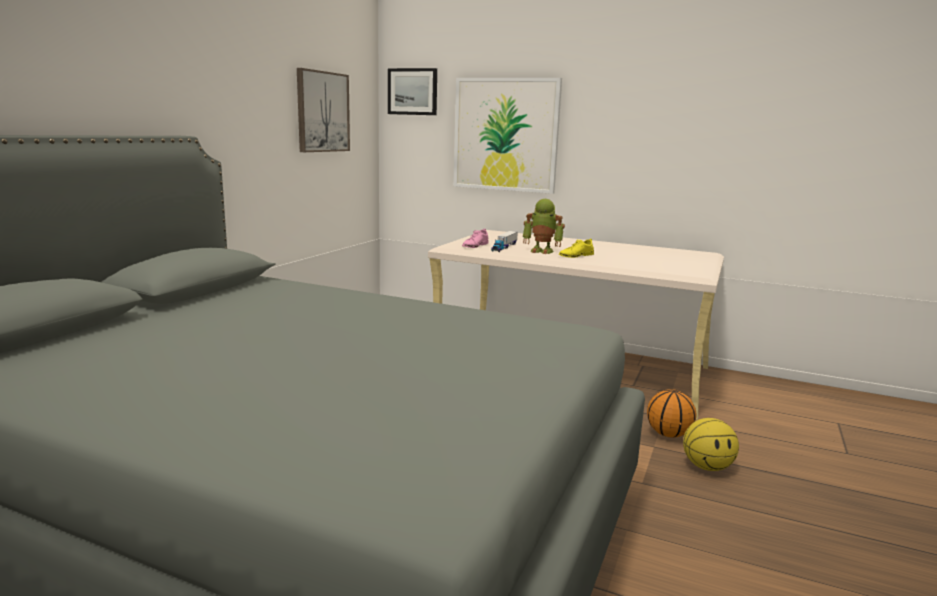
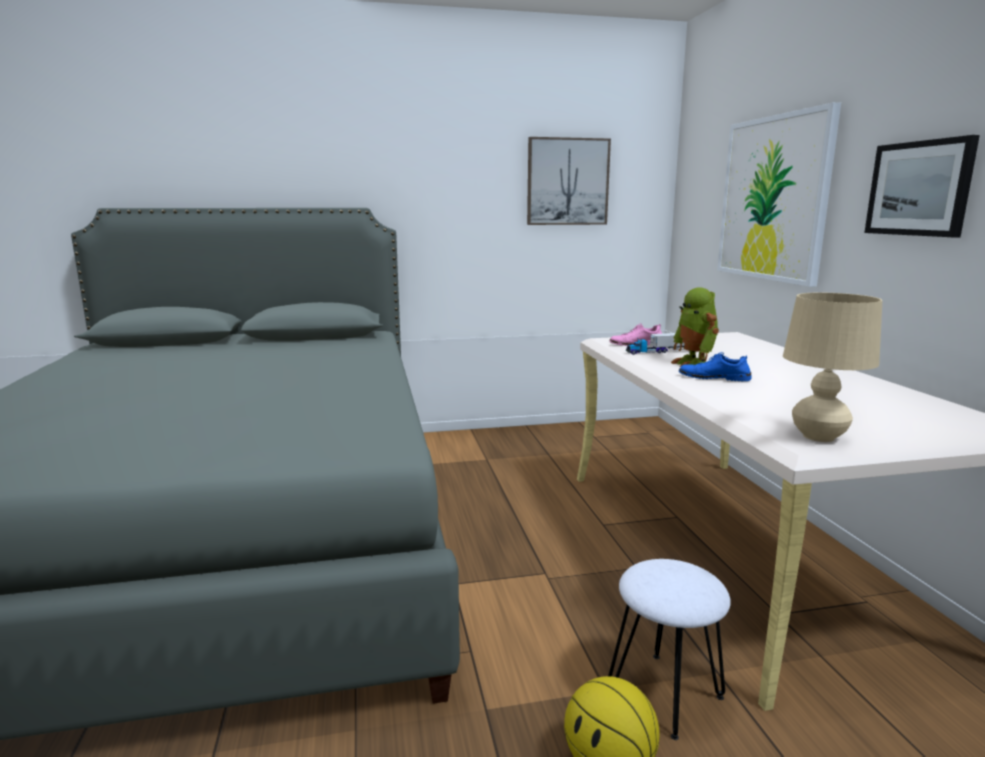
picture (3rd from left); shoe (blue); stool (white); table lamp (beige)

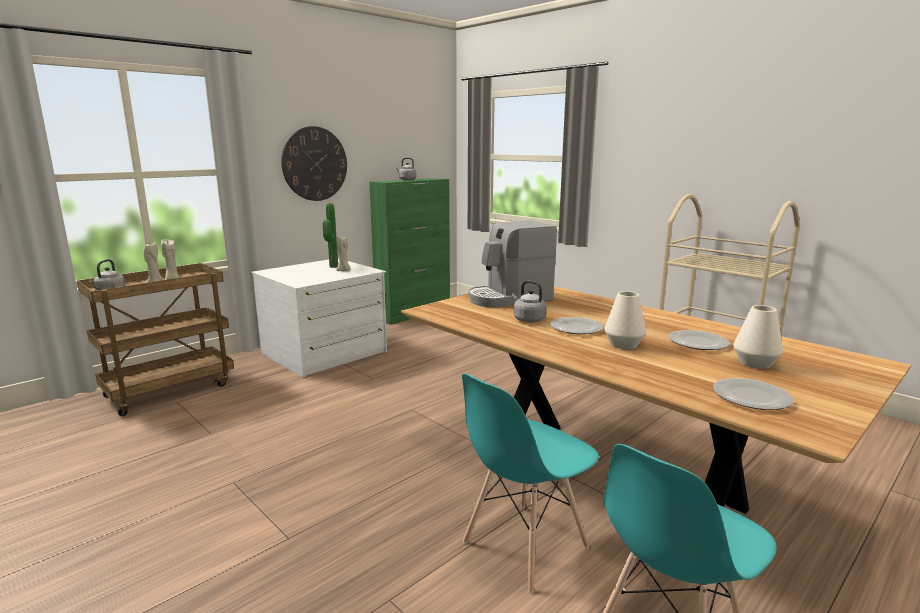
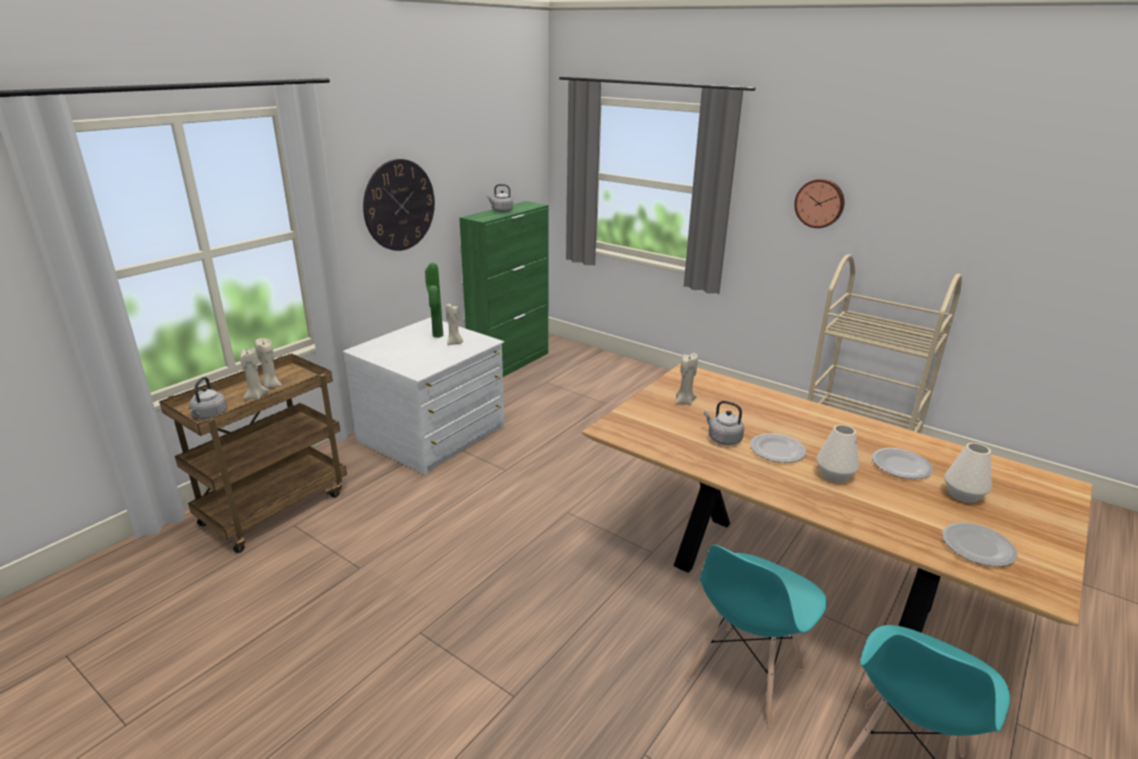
candle (beige) (4th from left); wall clock (2nd from left)

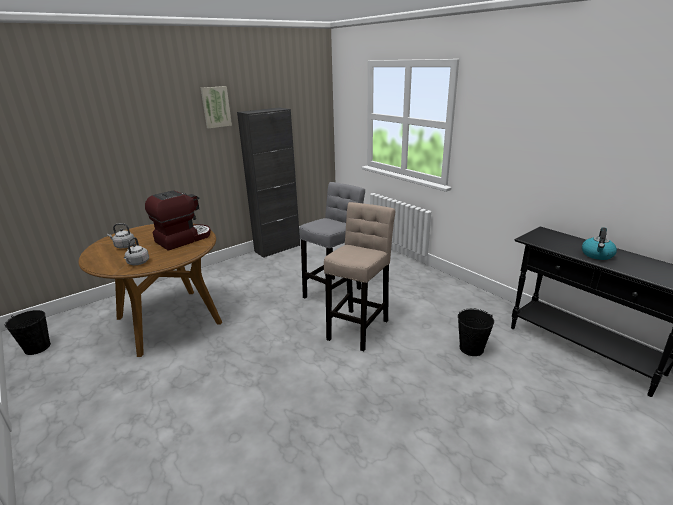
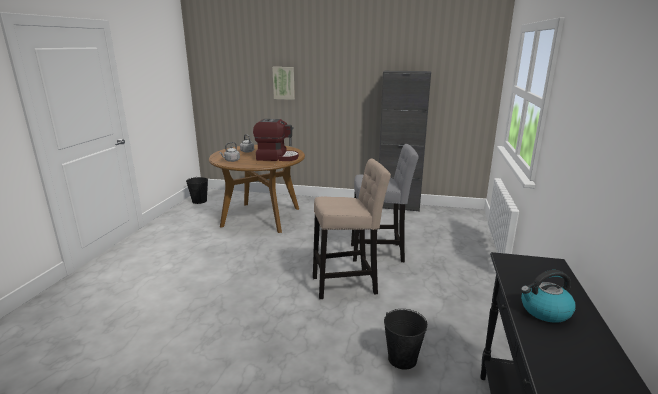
picture

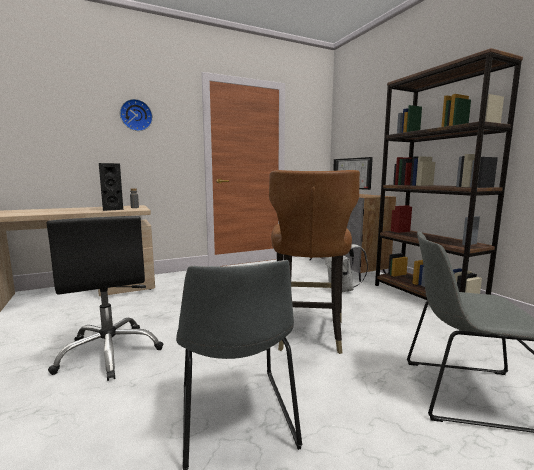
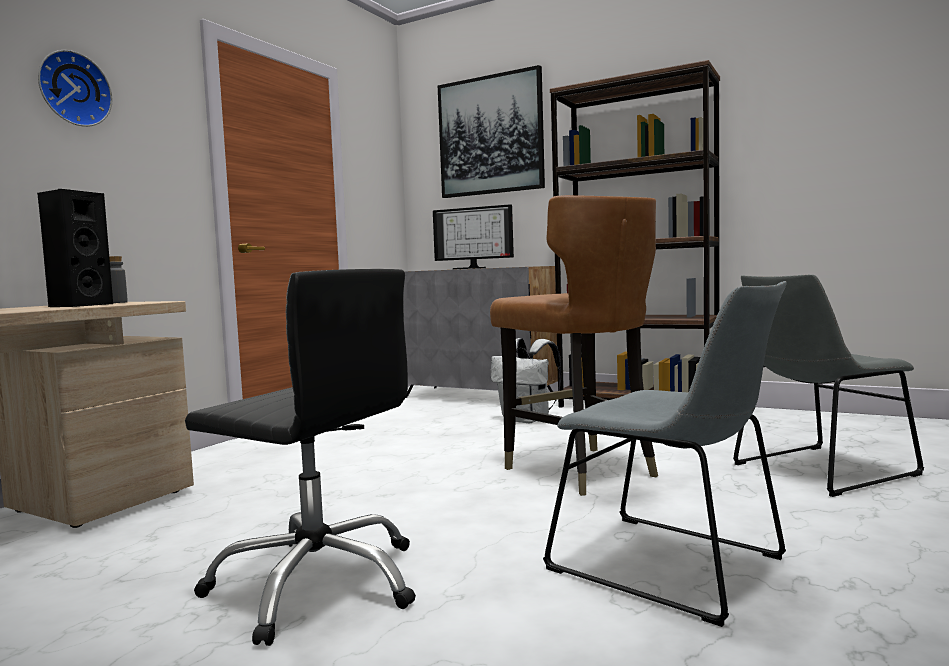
picture

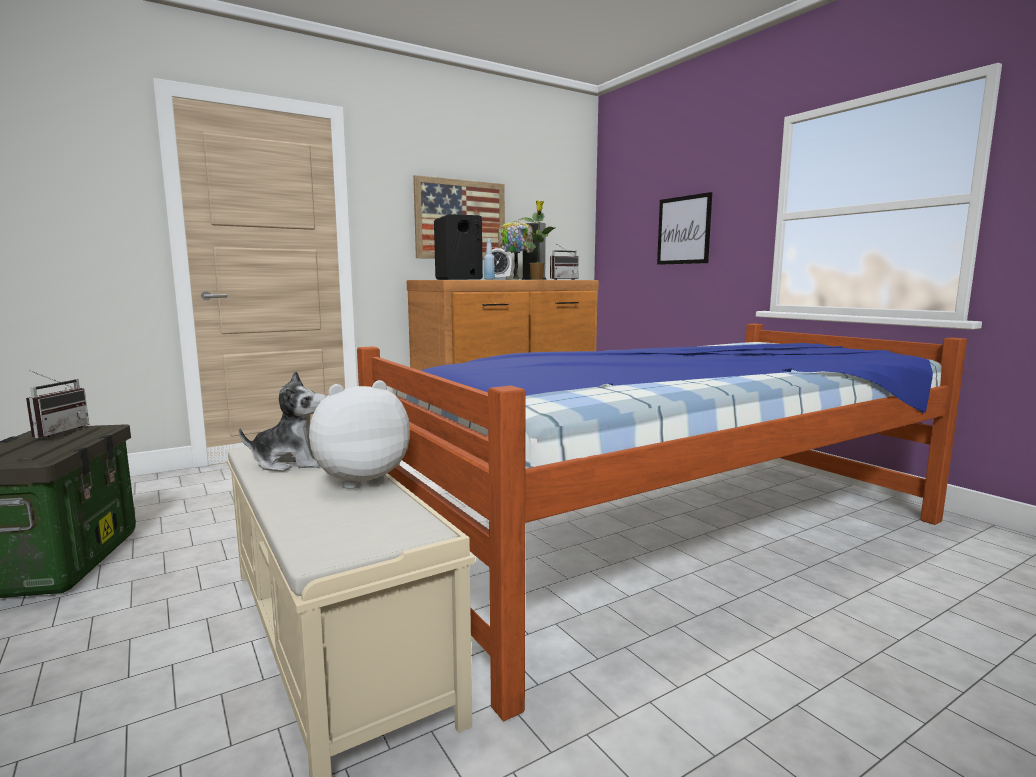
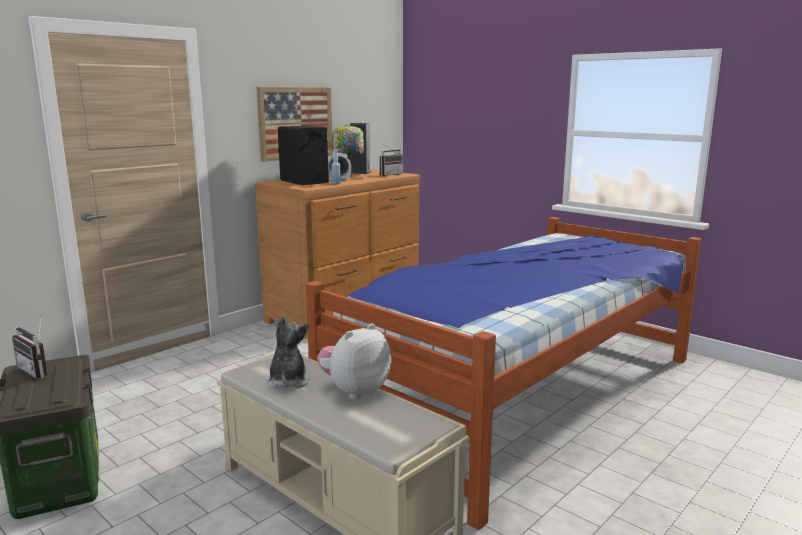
radio (1st from left); plush toy (1st from left); potted plant; picture (2nd from left in the first image)

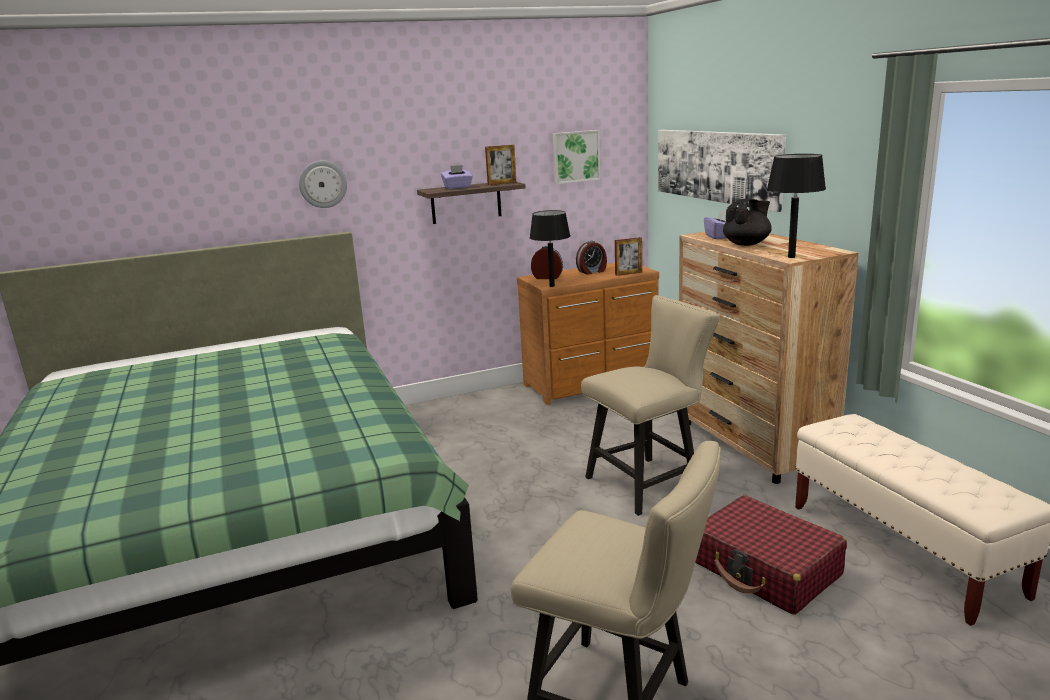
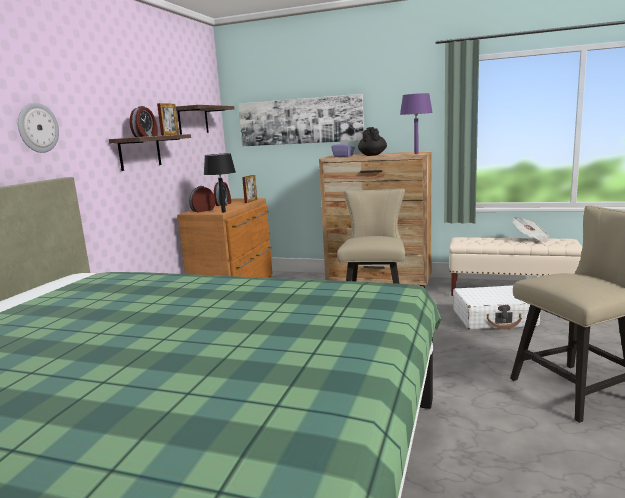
alarm clock (1st from left); shelf (2nd from left); suitcase (white); table lamp (purple); newspaper

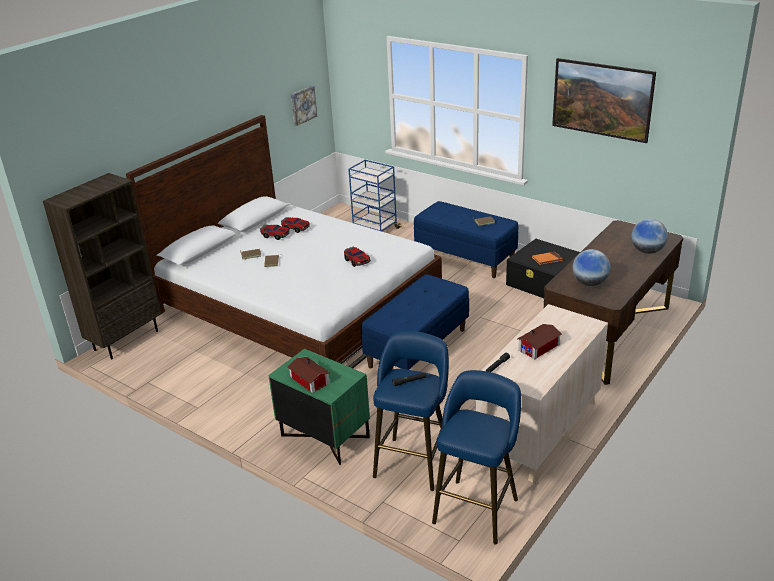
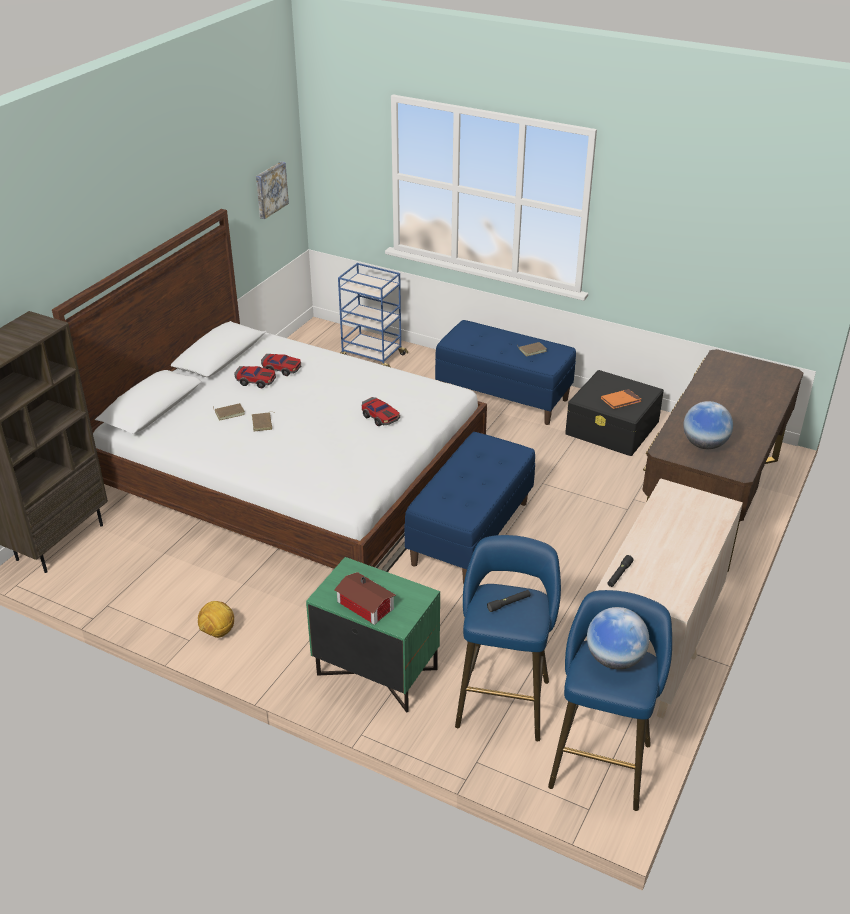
toy house (2nd from left in the first image); picture (2nd from left in the first image); globe (1st from left); football

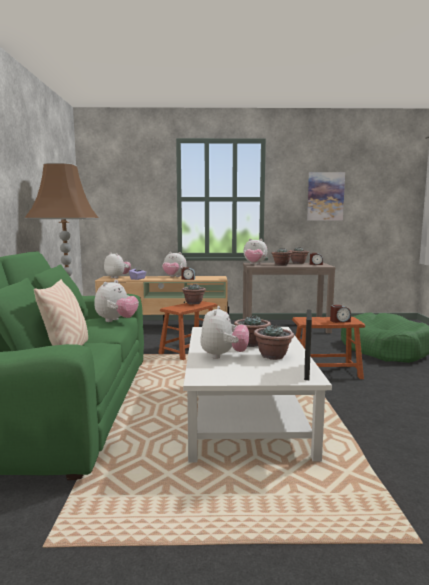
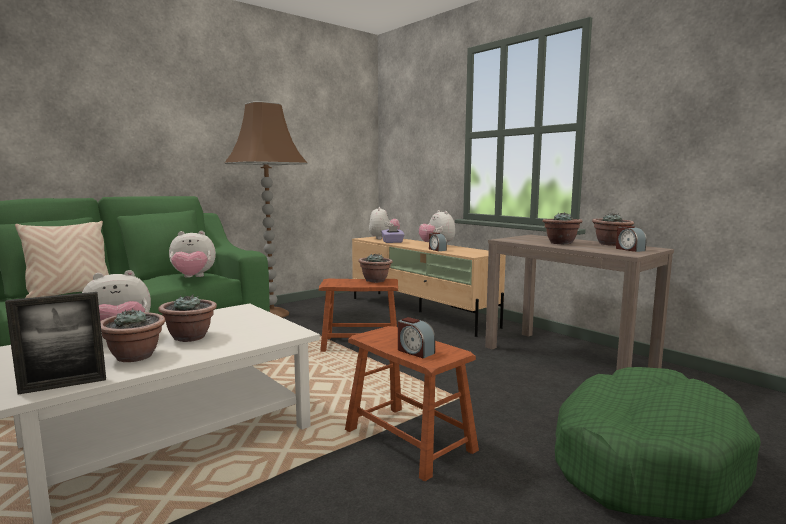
plush toy (5th from left in the first image); picture

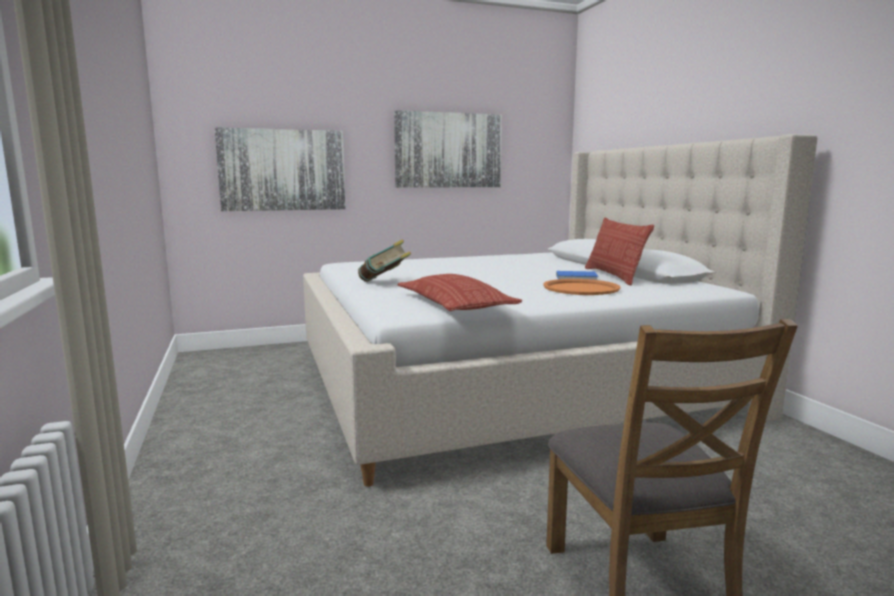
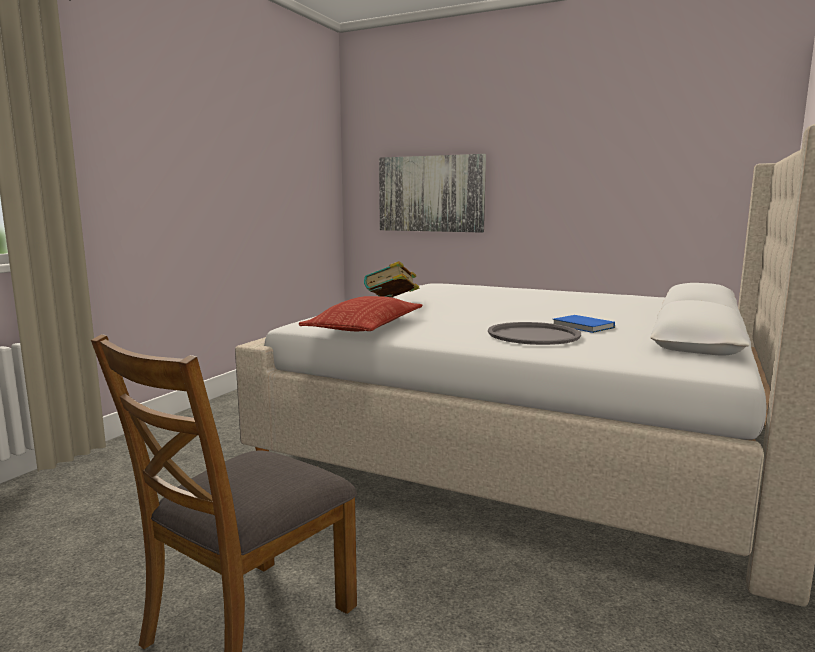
picture (2nd from left in the first image); tray (grey); pillow (2nd from left in the first image)

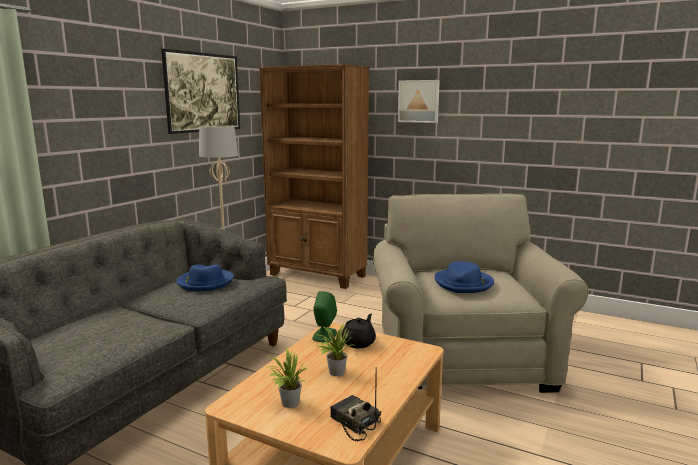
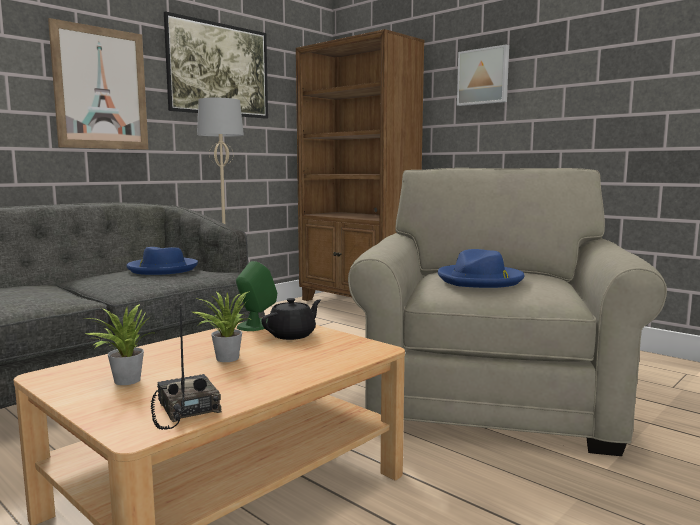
picture (1st from left)

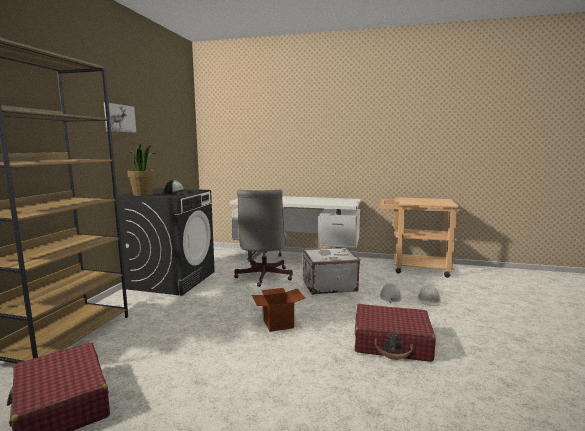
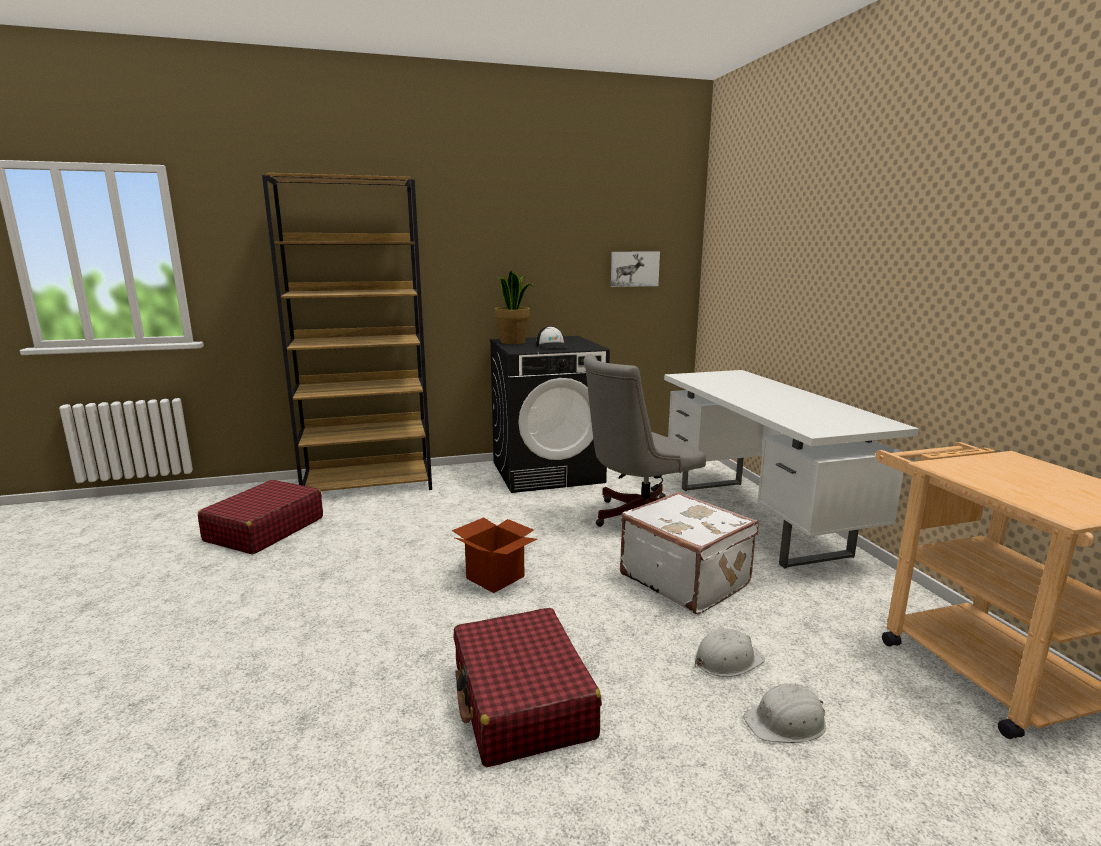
picture

